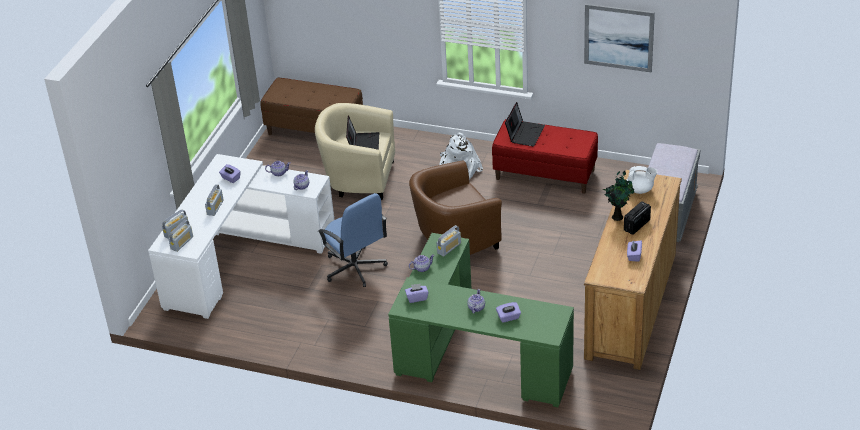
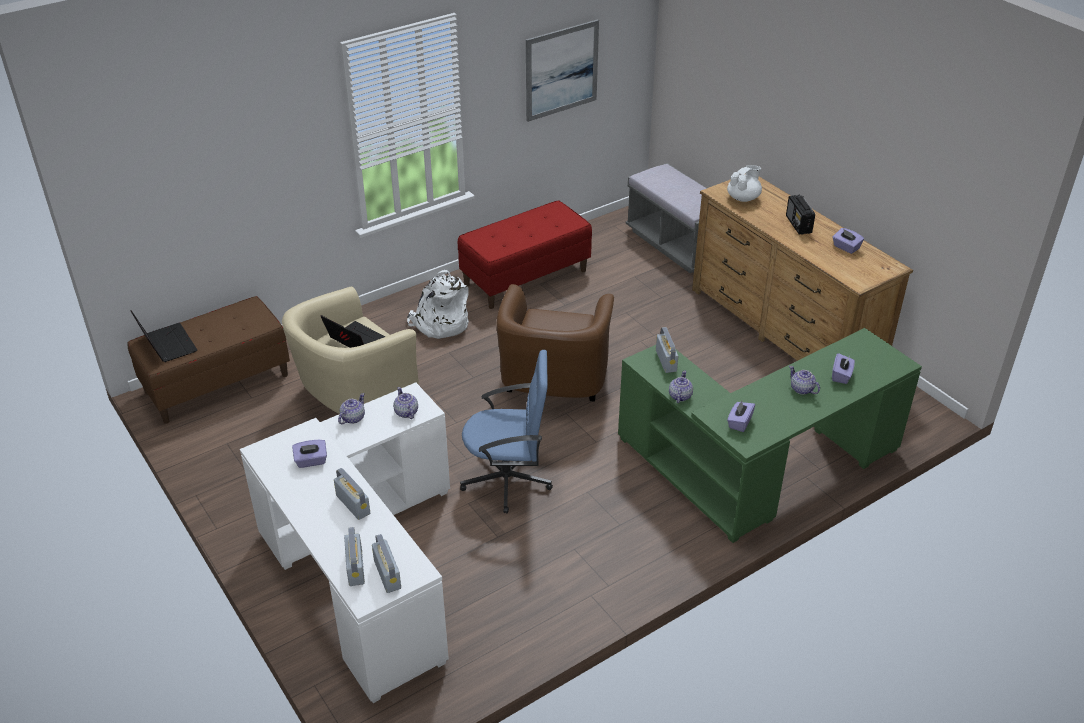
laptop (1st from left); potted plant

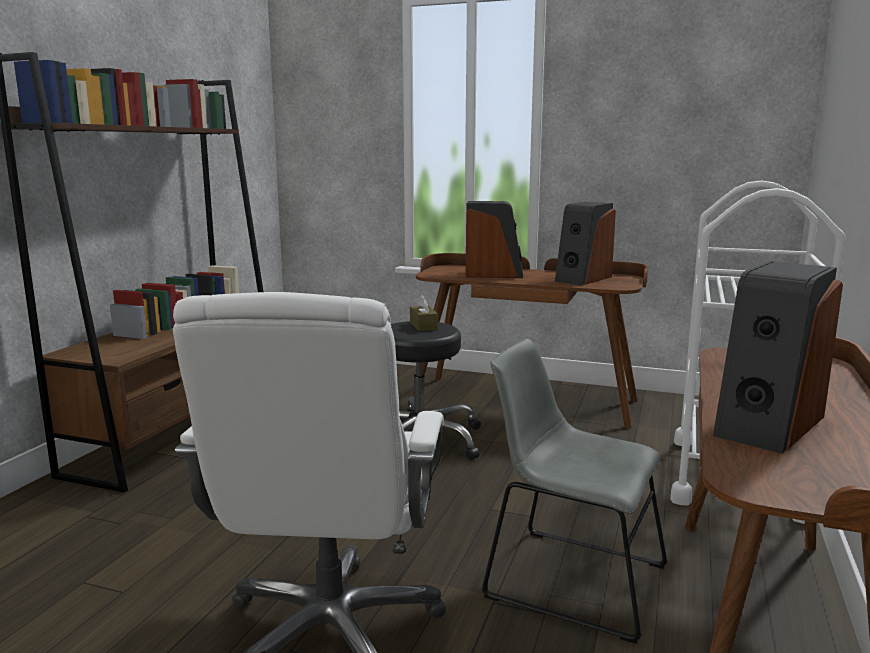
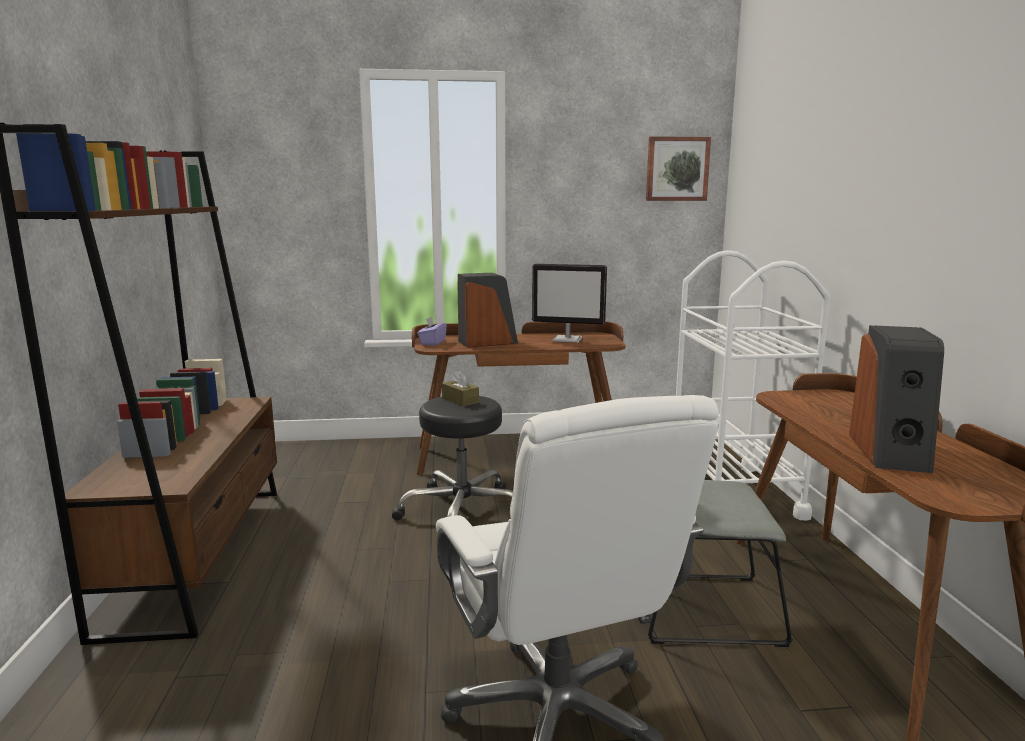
monitor; tissue box (purple); picture

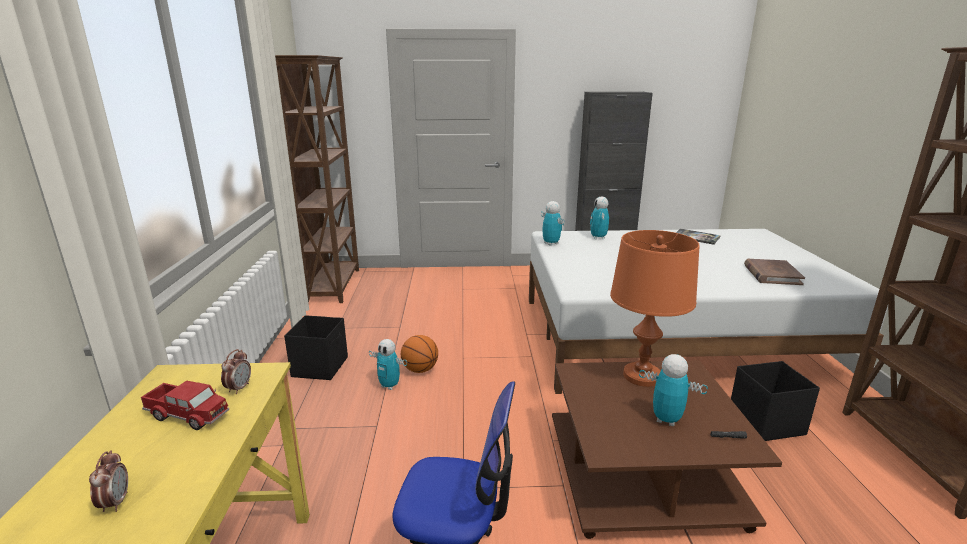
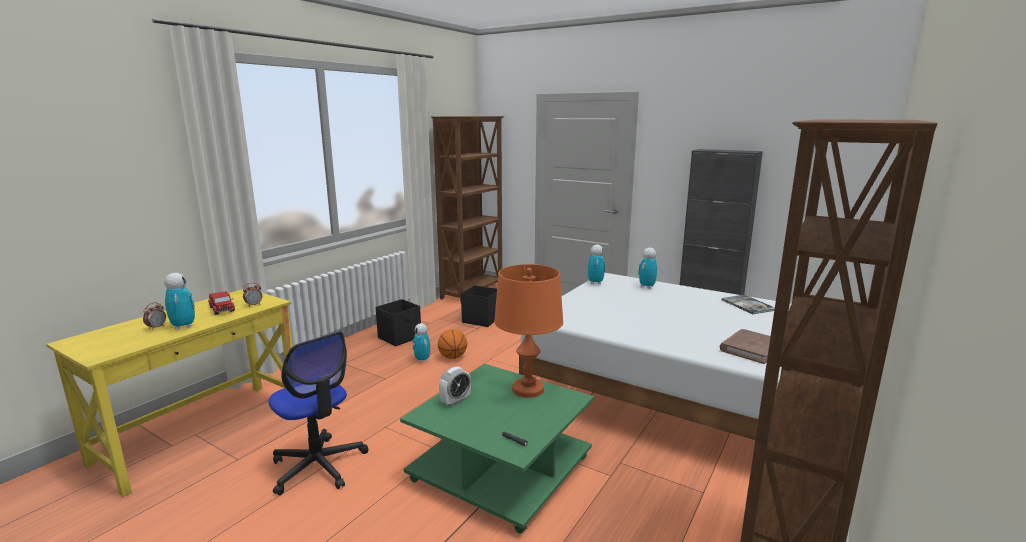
coffee table (green); toy robot (1st from left); storage box (black) (2nd from left); alarm clock (3rd from left)

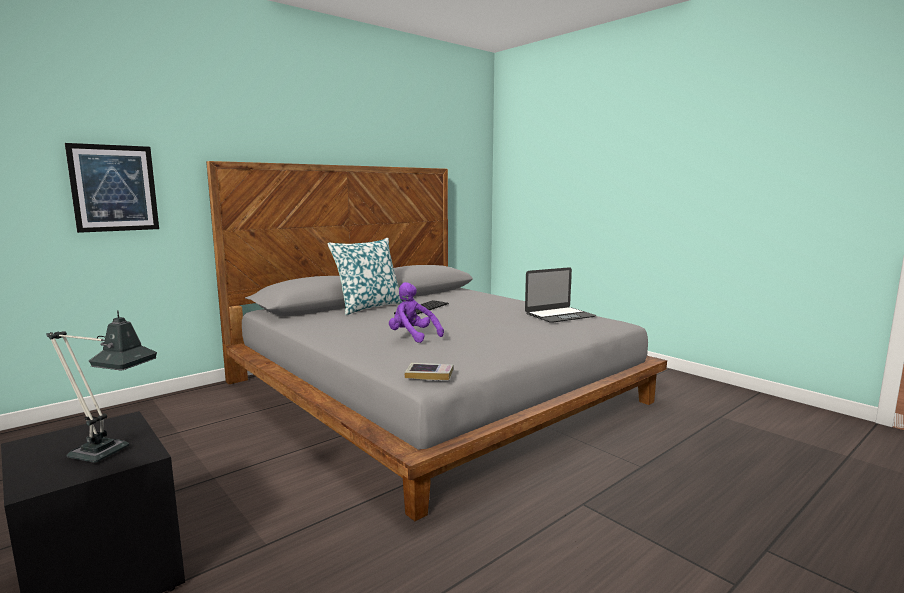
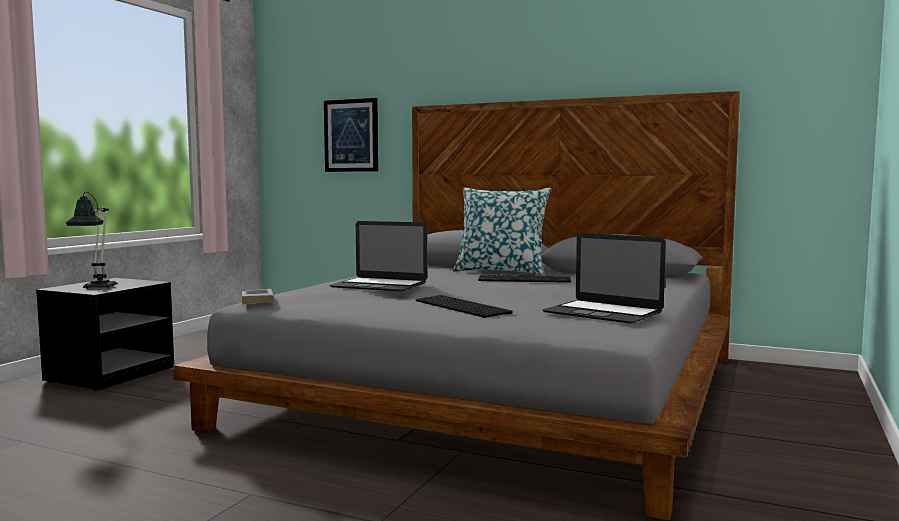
laptop (1st from left); keyboard (1st from left)

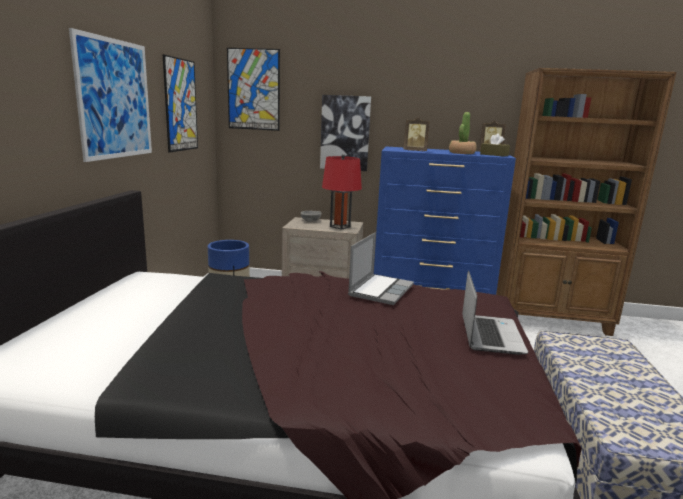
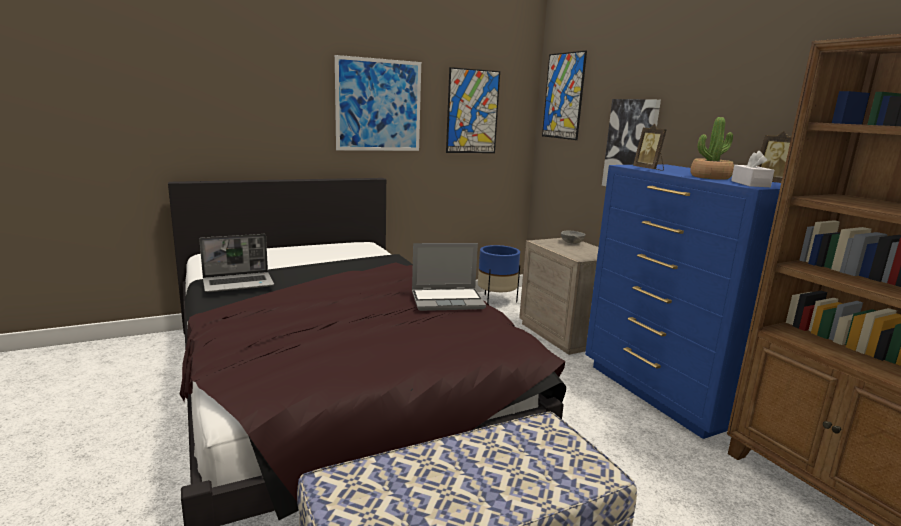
table lamp (red); laptop (1st from left); tissue box (white)

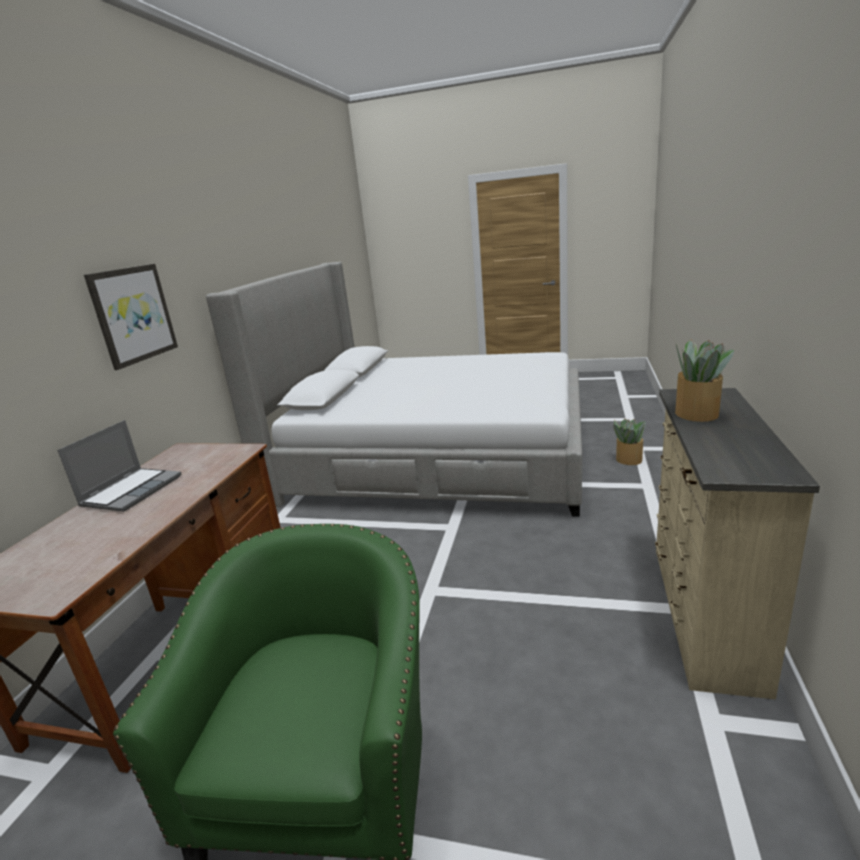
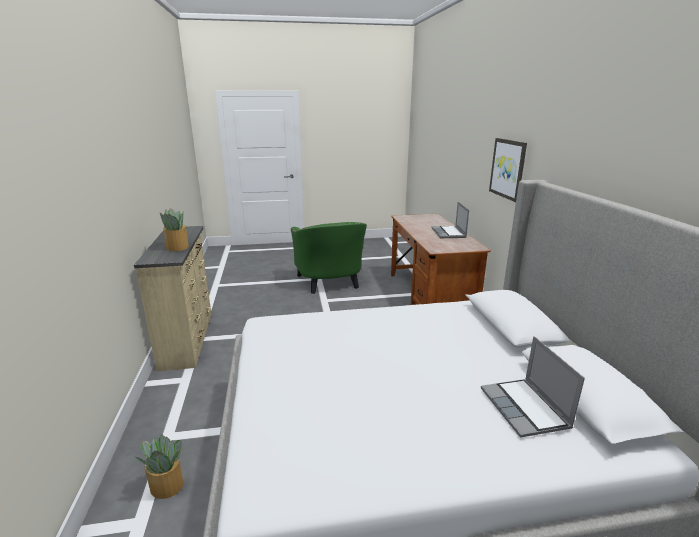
laptop (2nd from left)

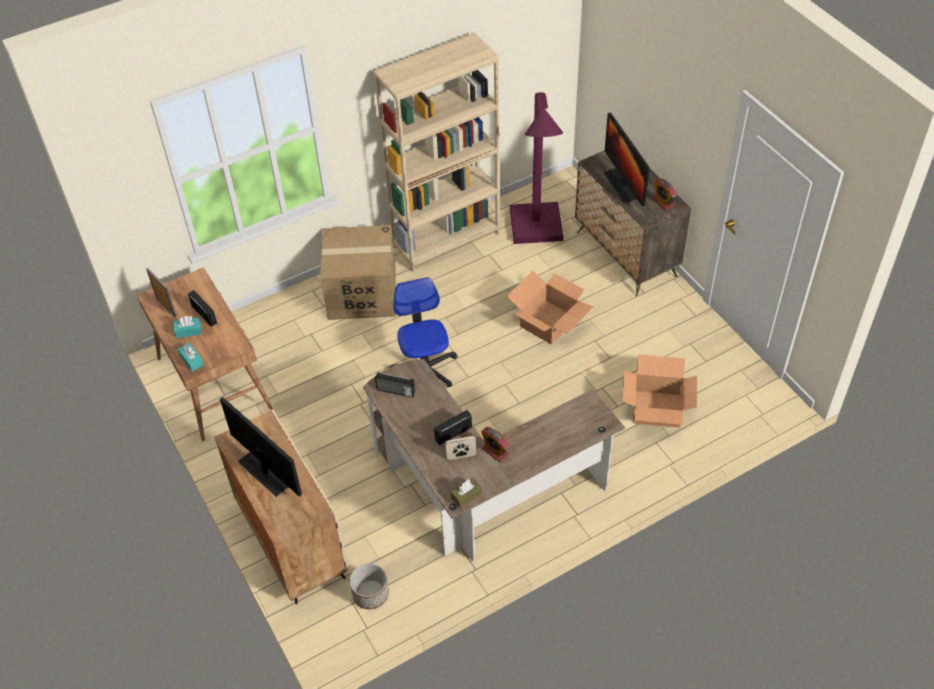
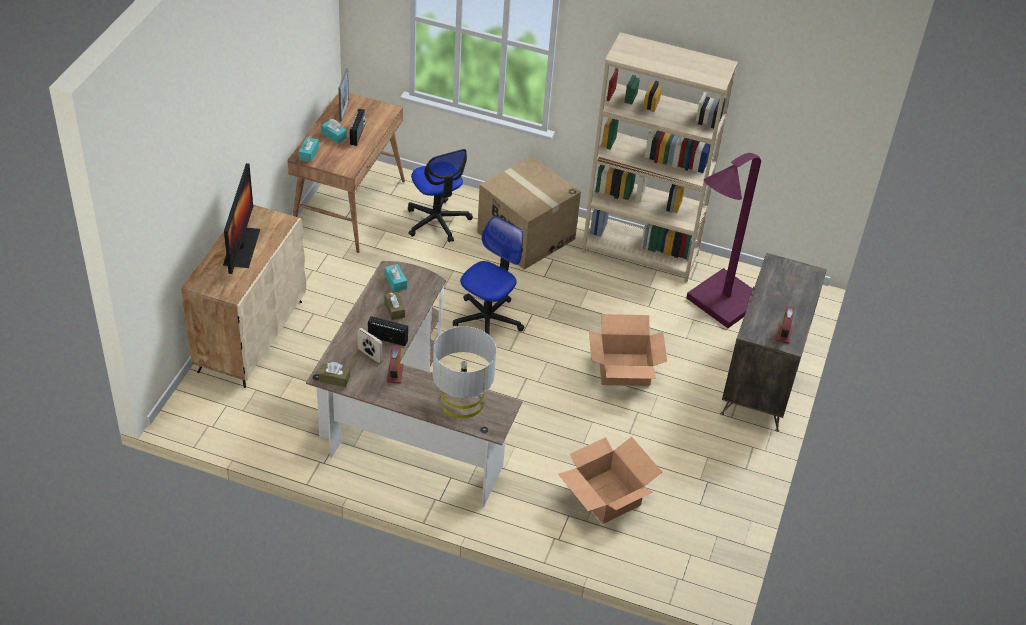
planter; tissue box (turquoise) (3rd from left); monitor (2nd from left in the first image); tissue box (brown) (2nd from left); office chair (1st from left); table lamp (grey)

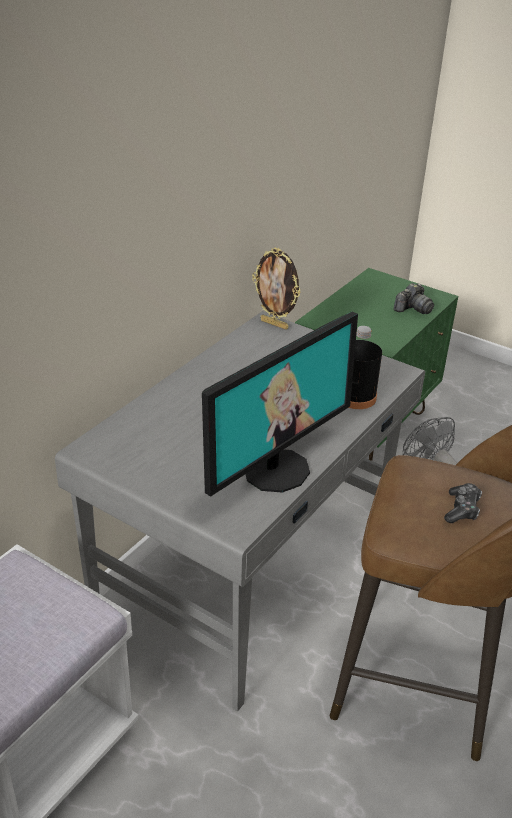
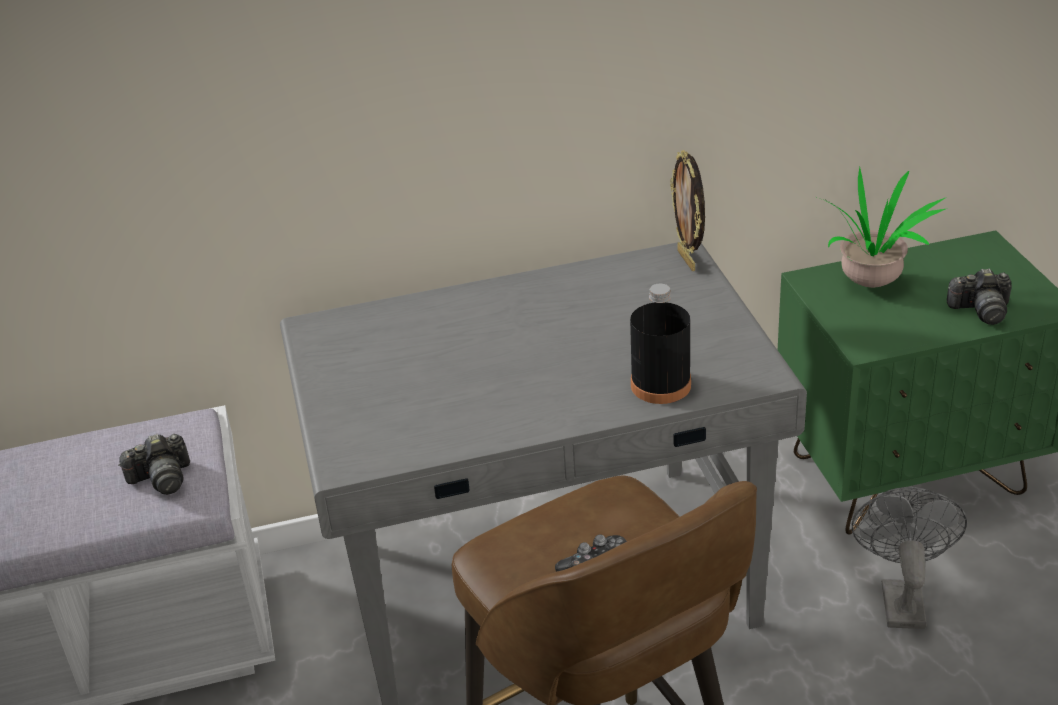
monitor; photo camera (1st from left); potted plant

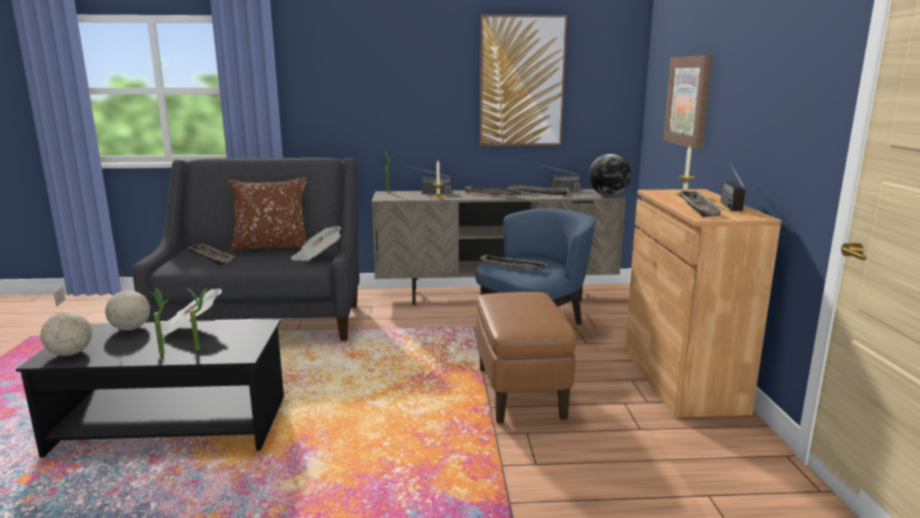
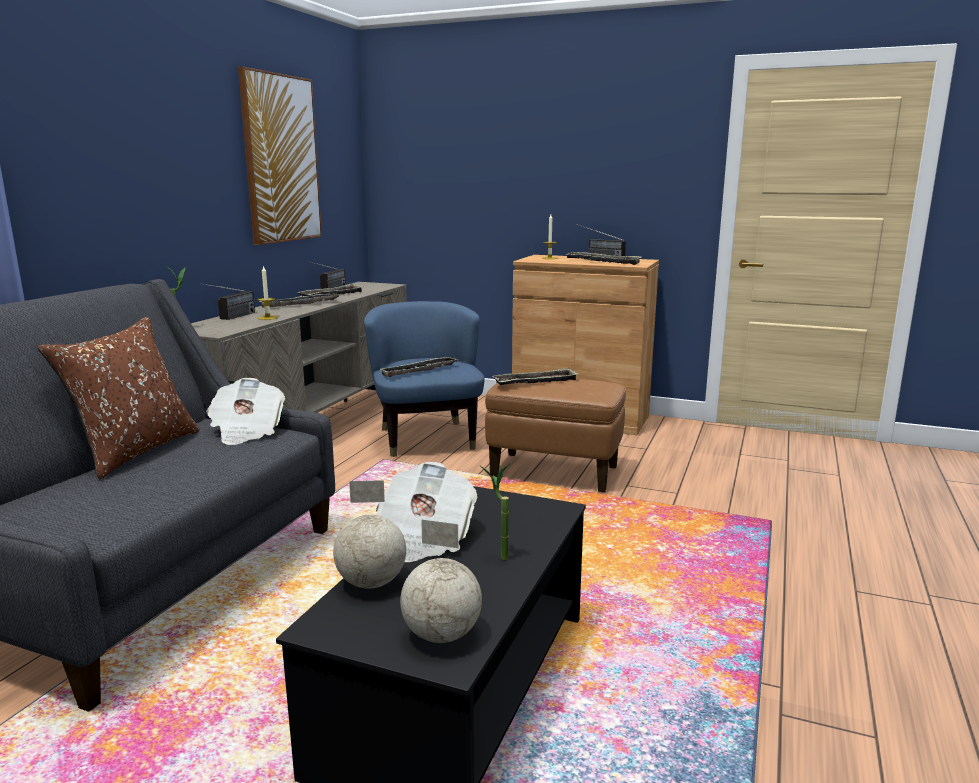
potted plant (2nd from left in the first image); tray (4th from left); globe (3rd from left in the first image); picture (2nd from left in the first image)

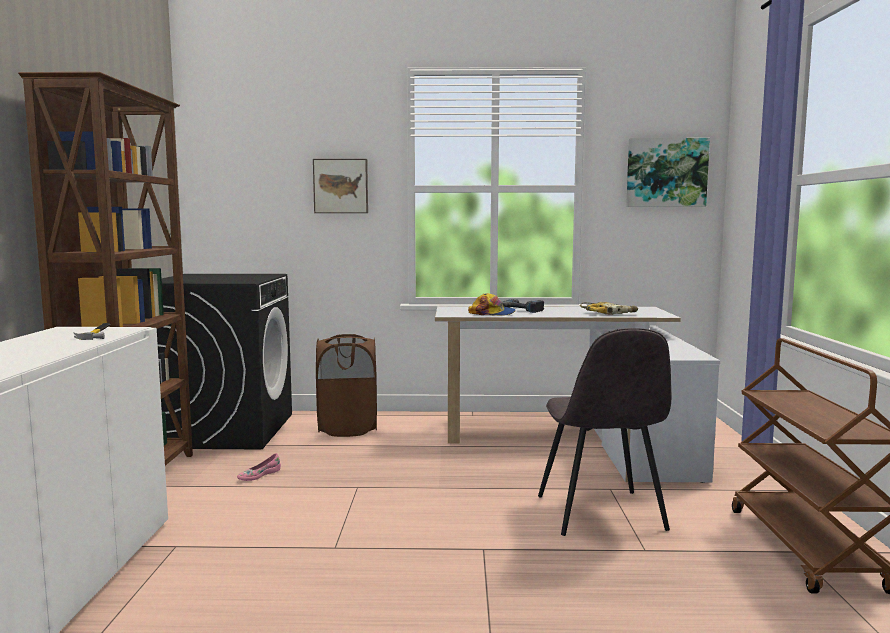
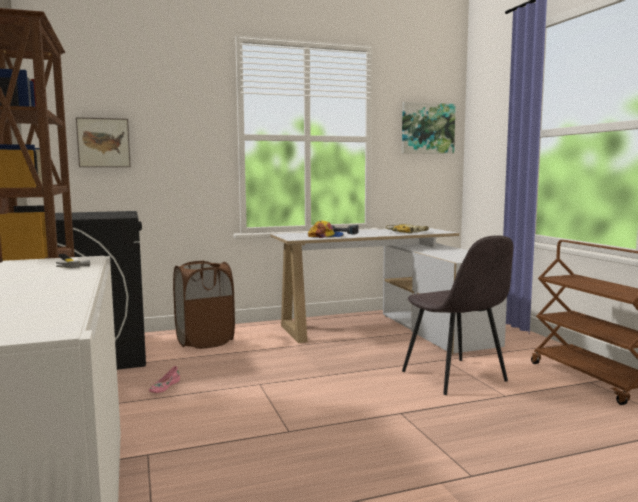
picture (1st from left)

